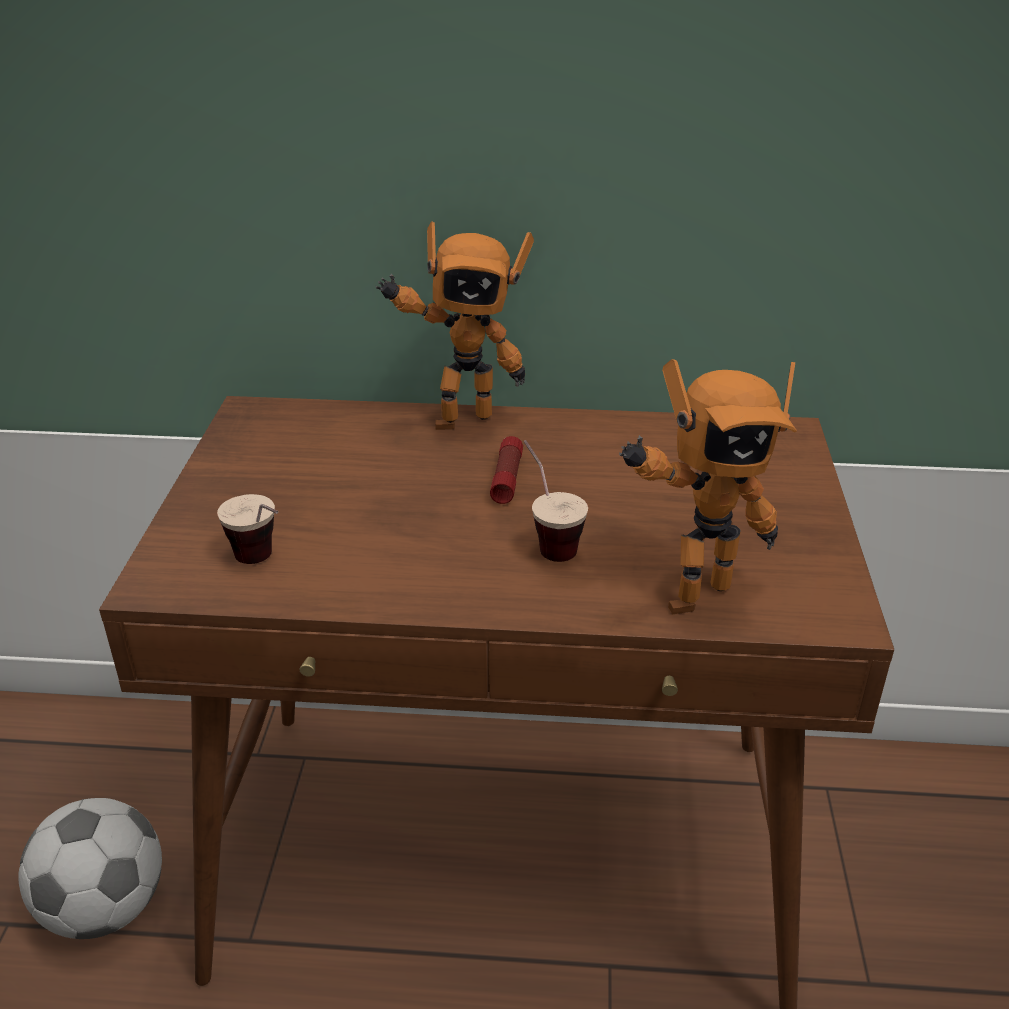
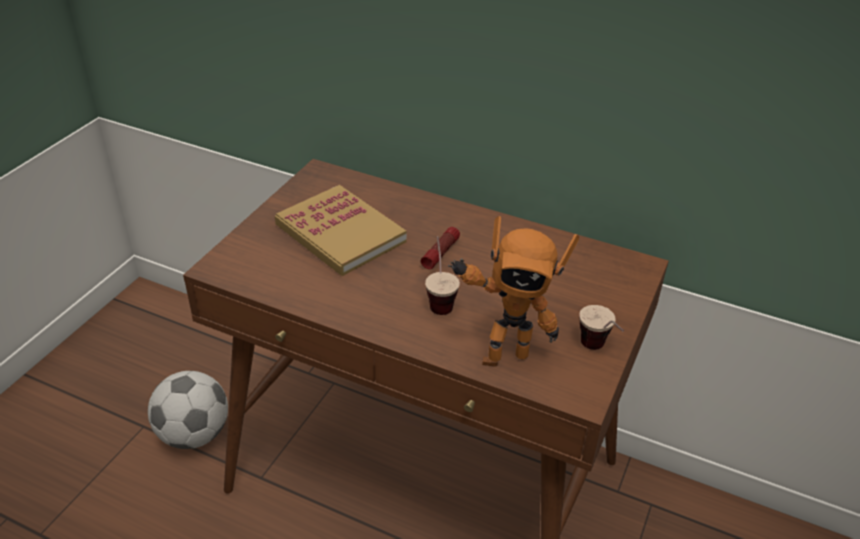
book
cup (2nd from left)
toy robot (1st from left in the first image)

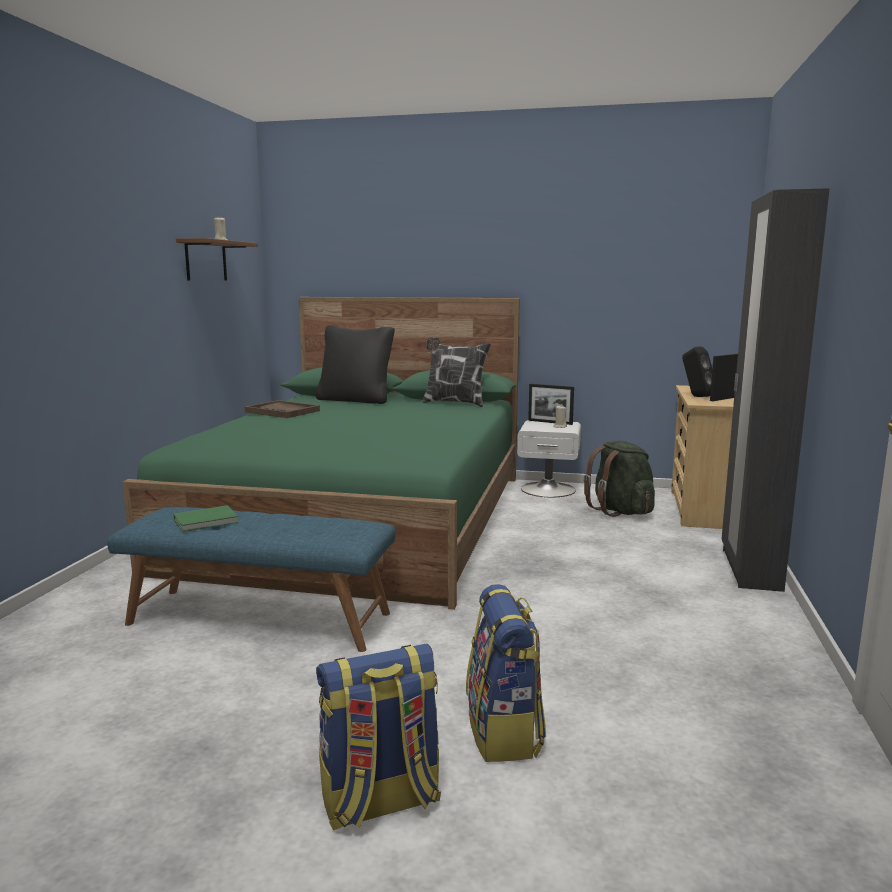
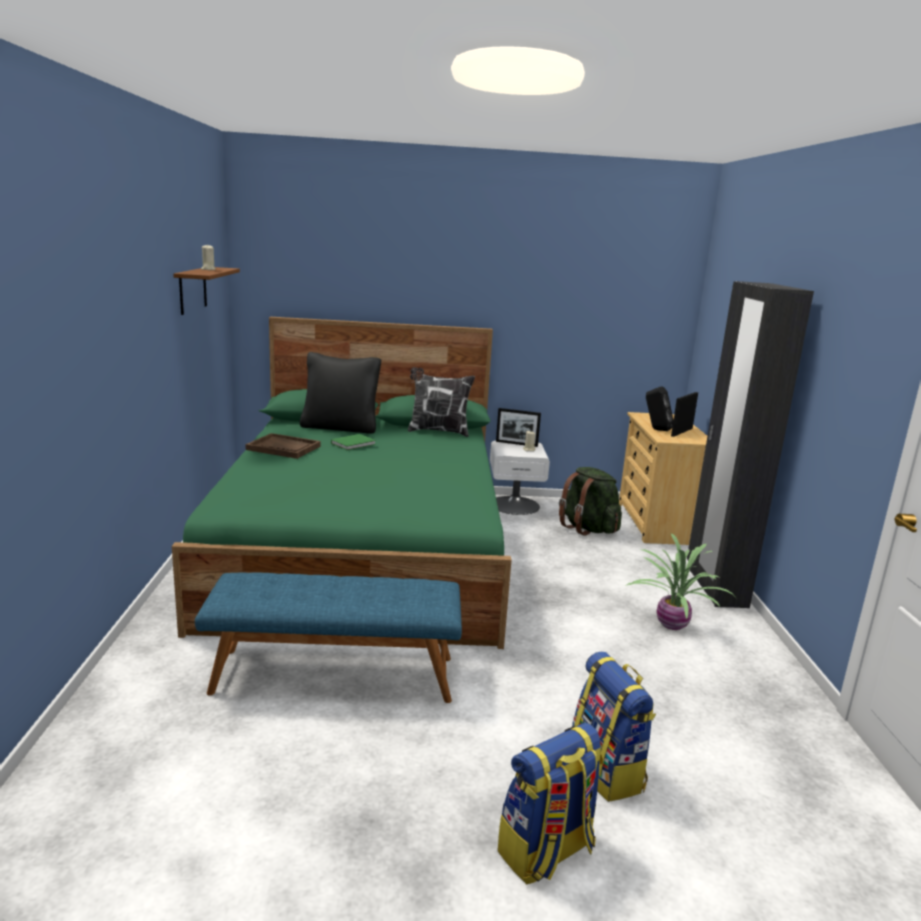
green book
potted plant

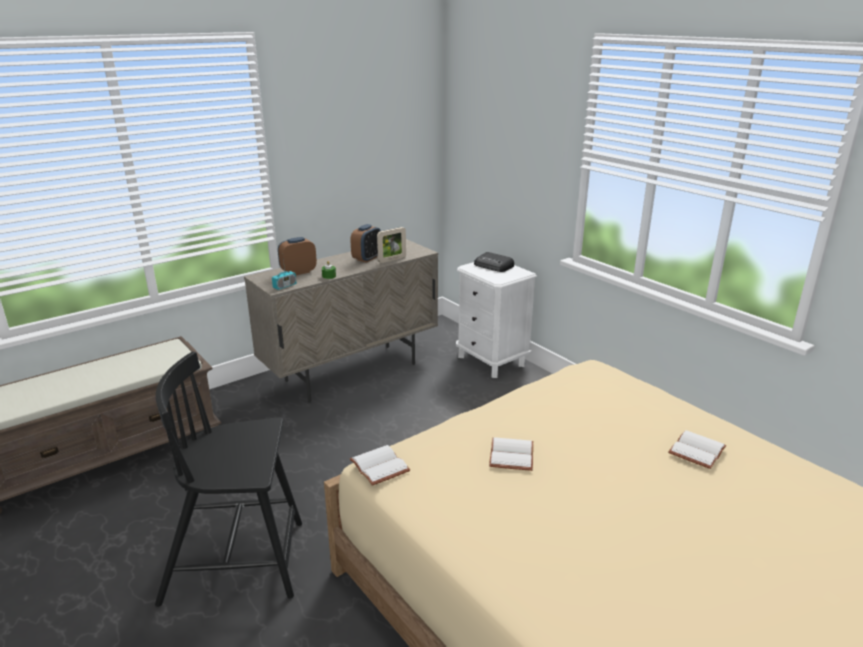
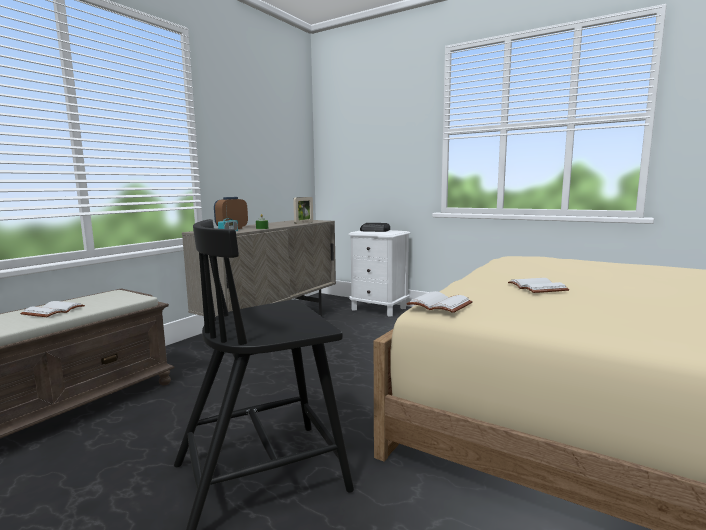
white book (1st from left)
alarm clock (2nd from left in the first image)

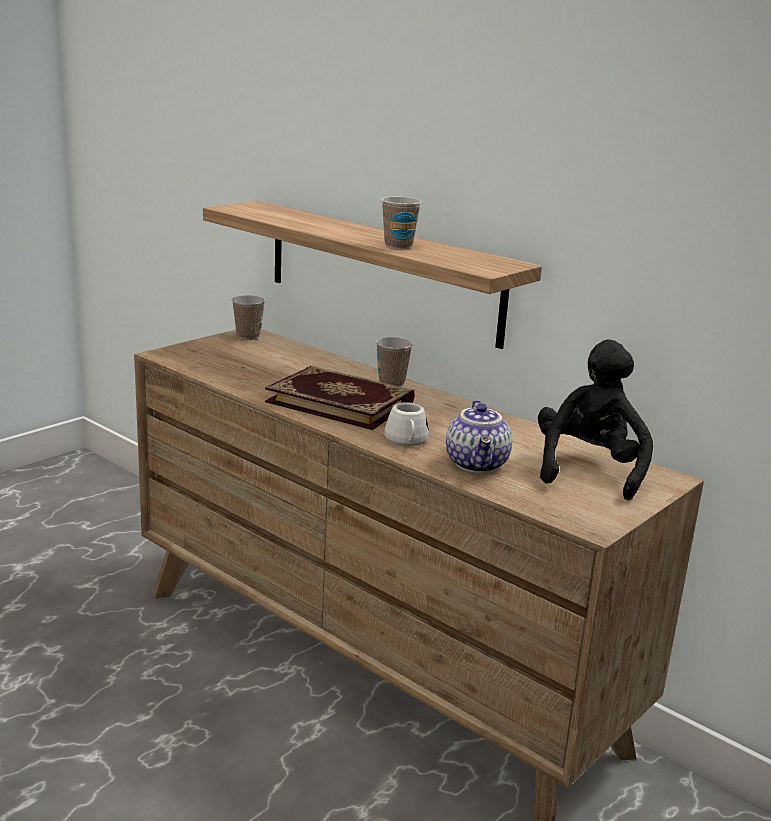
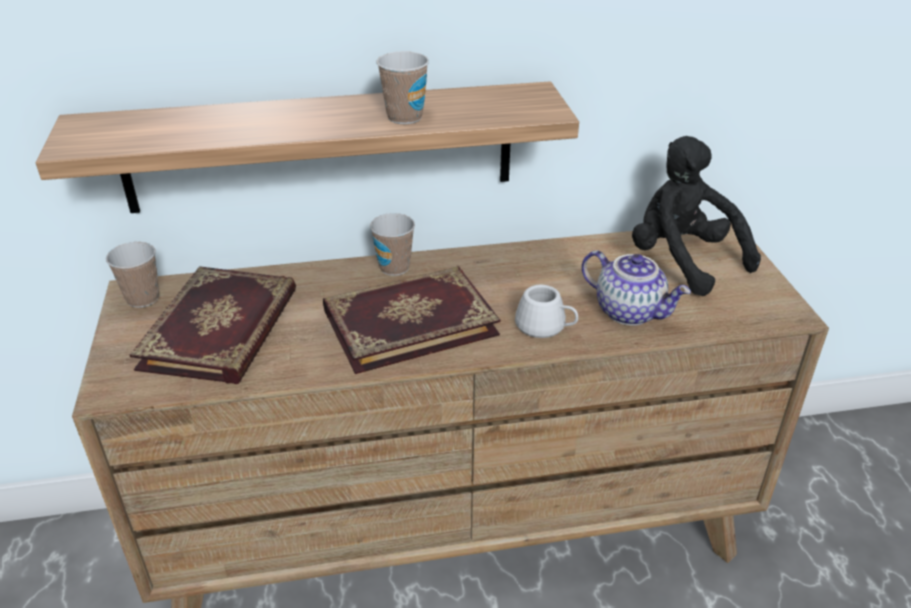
book (1st from left)

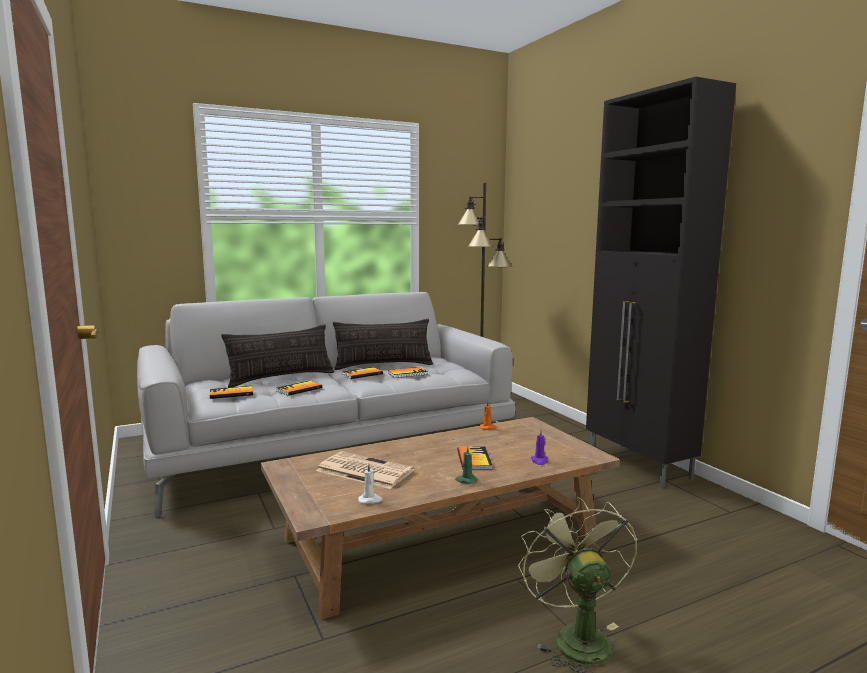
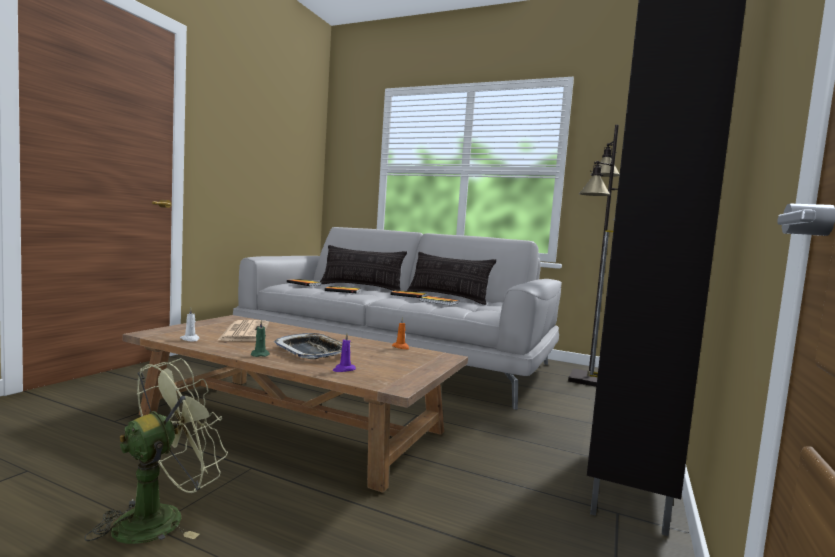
tray

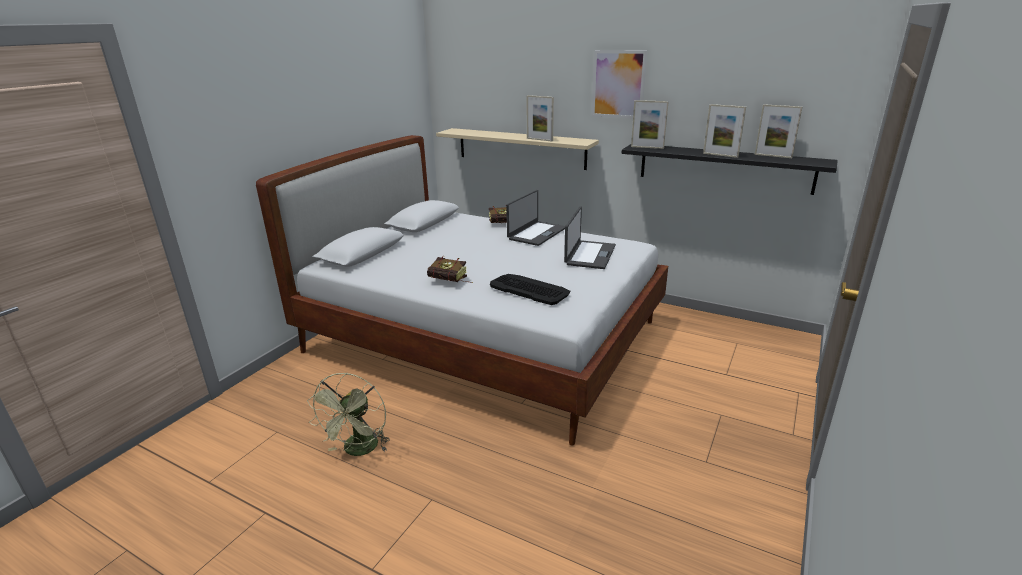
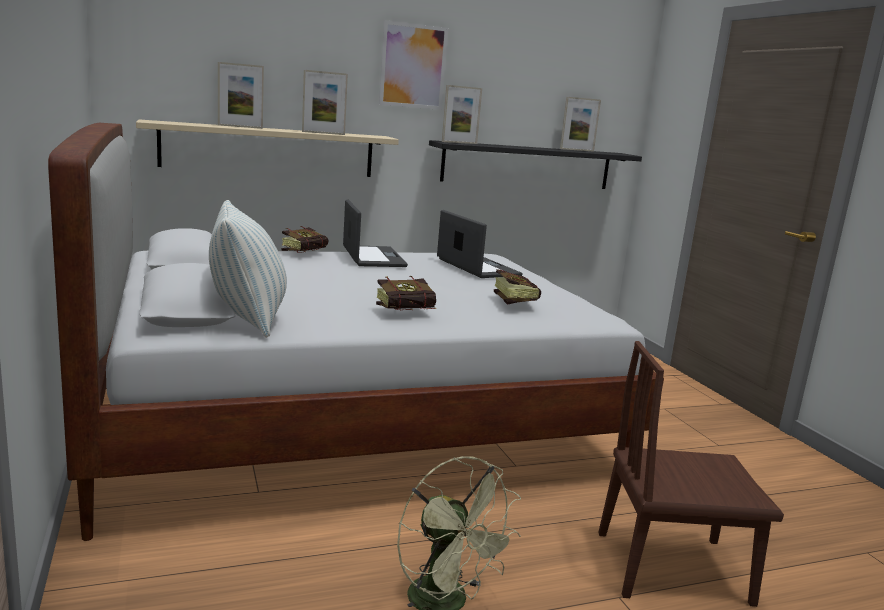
pillow
picture frame (1st from left)
book (3rd from left)
brown chair

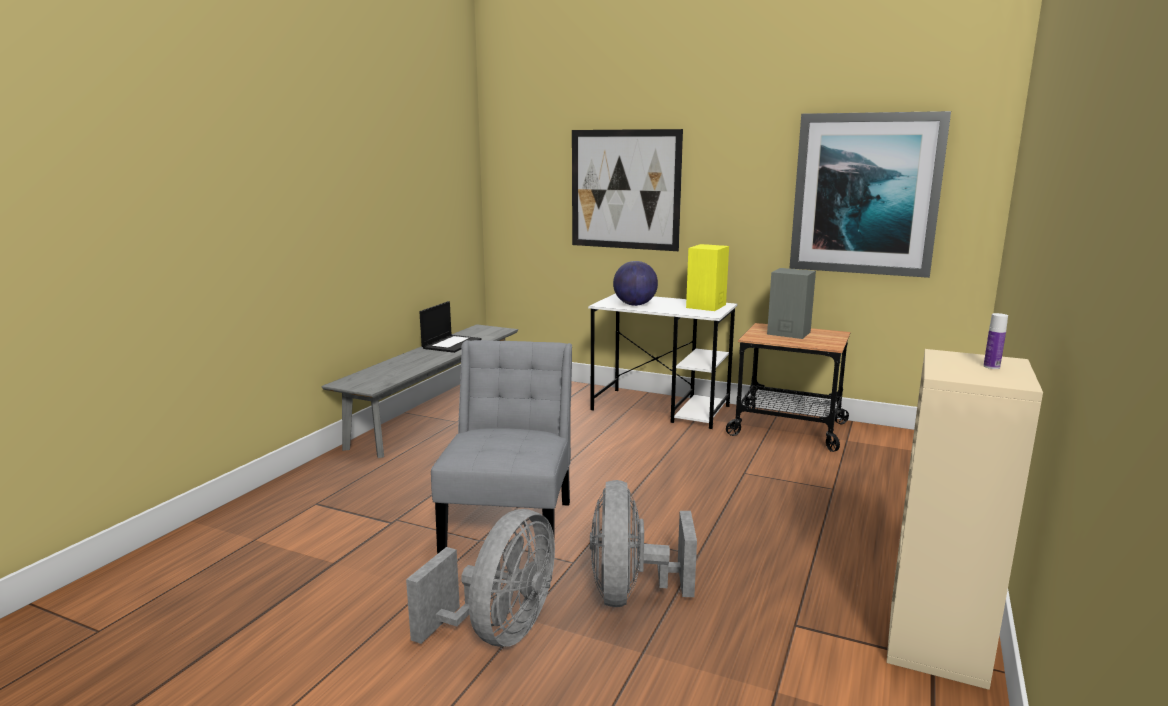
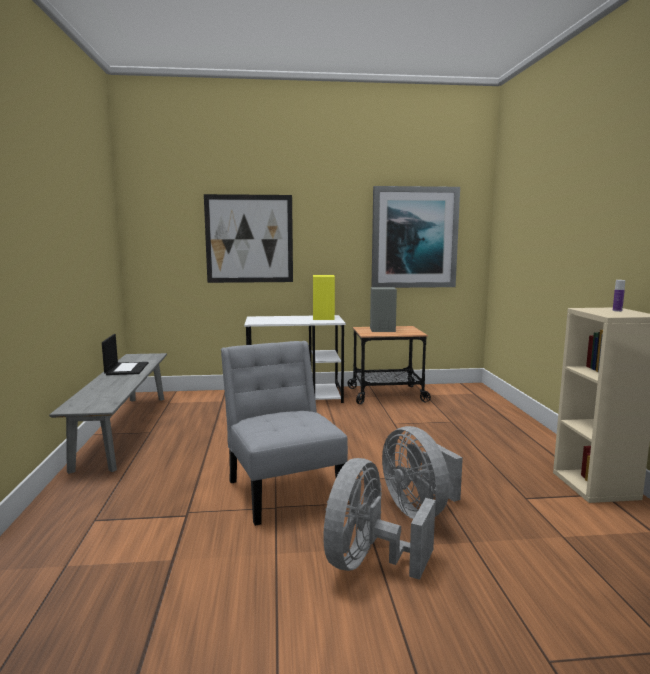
grey fan (1st from left)
globe

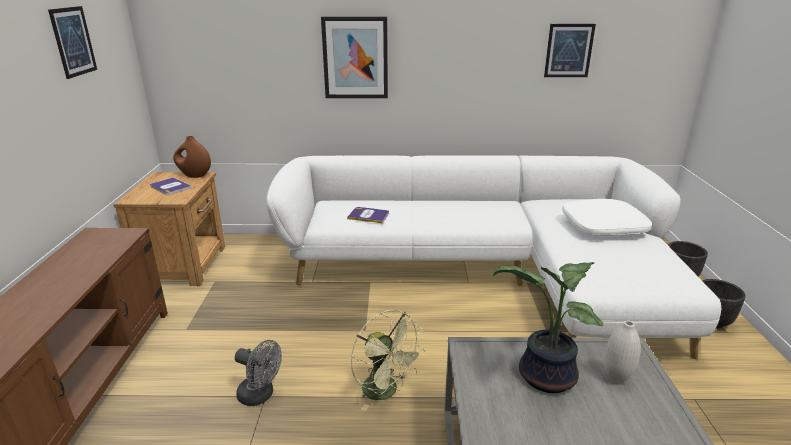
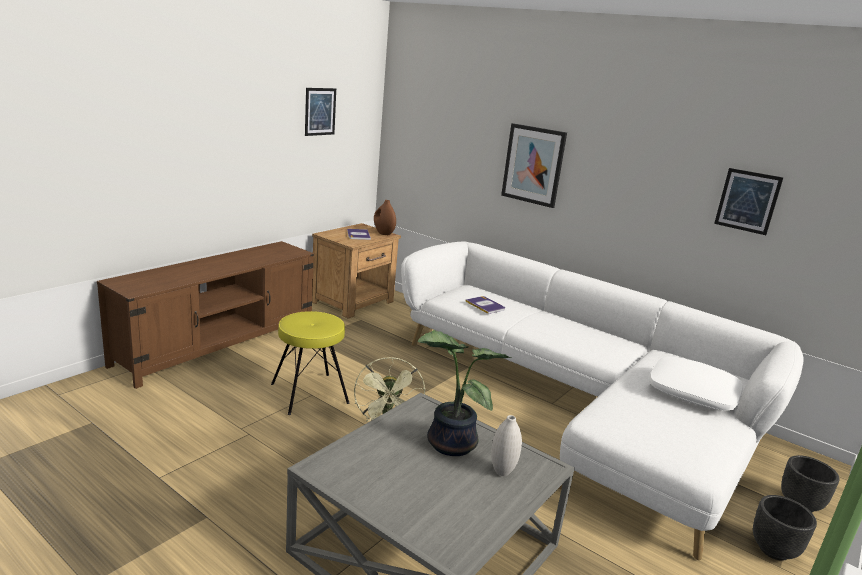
yellow stool

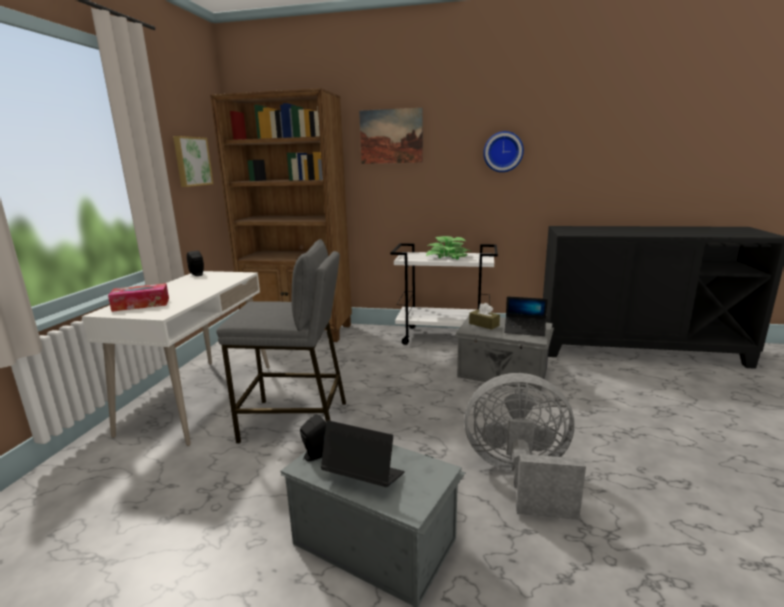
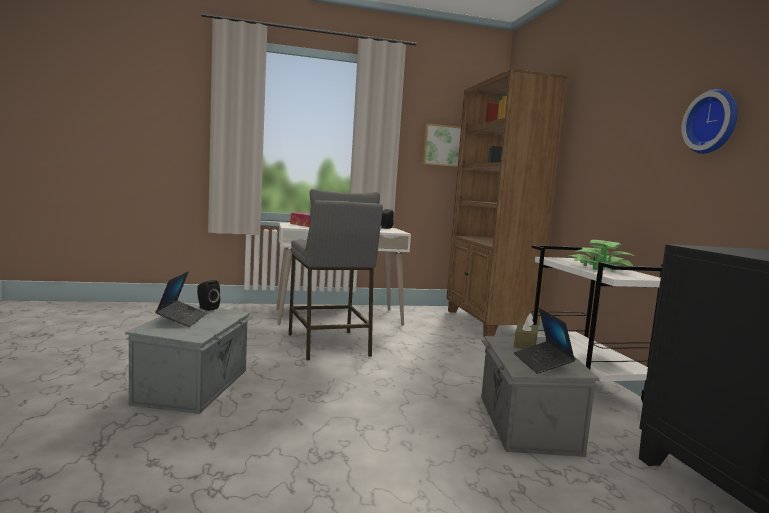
picture (2nd from left in the first image)
grey fan

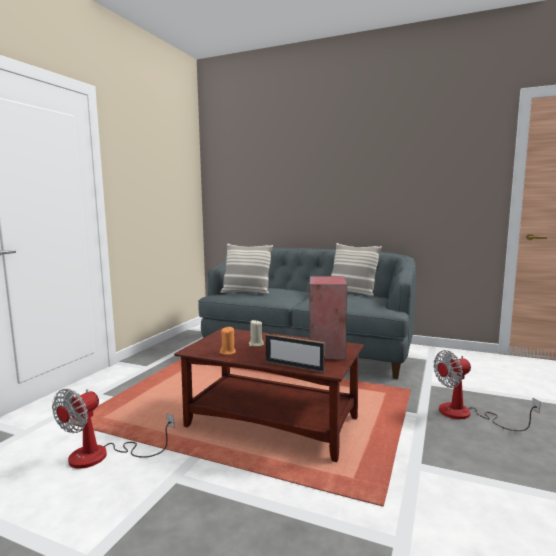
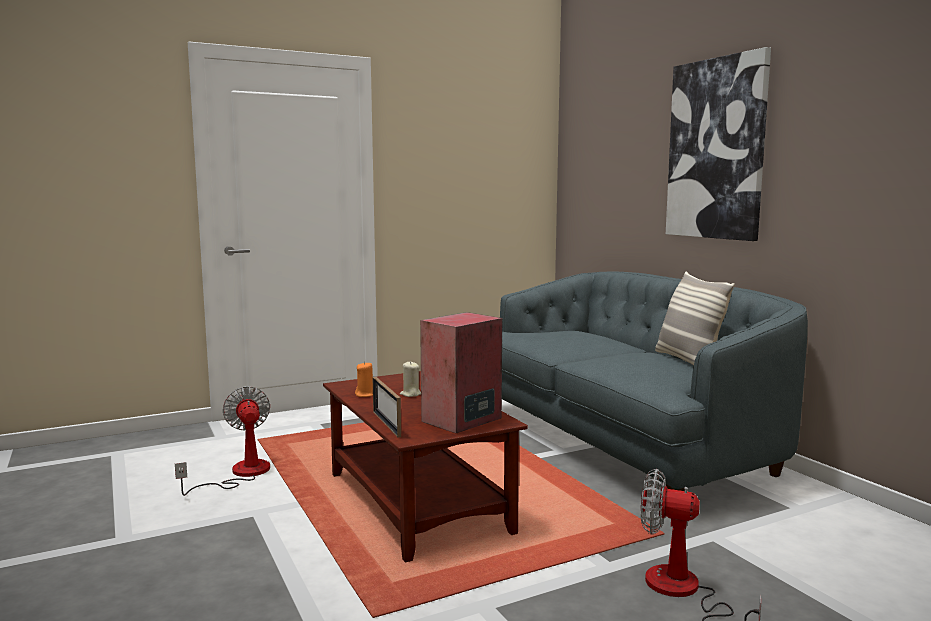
fan (1st from left)
picture
pillow (1st from left in the first image)

